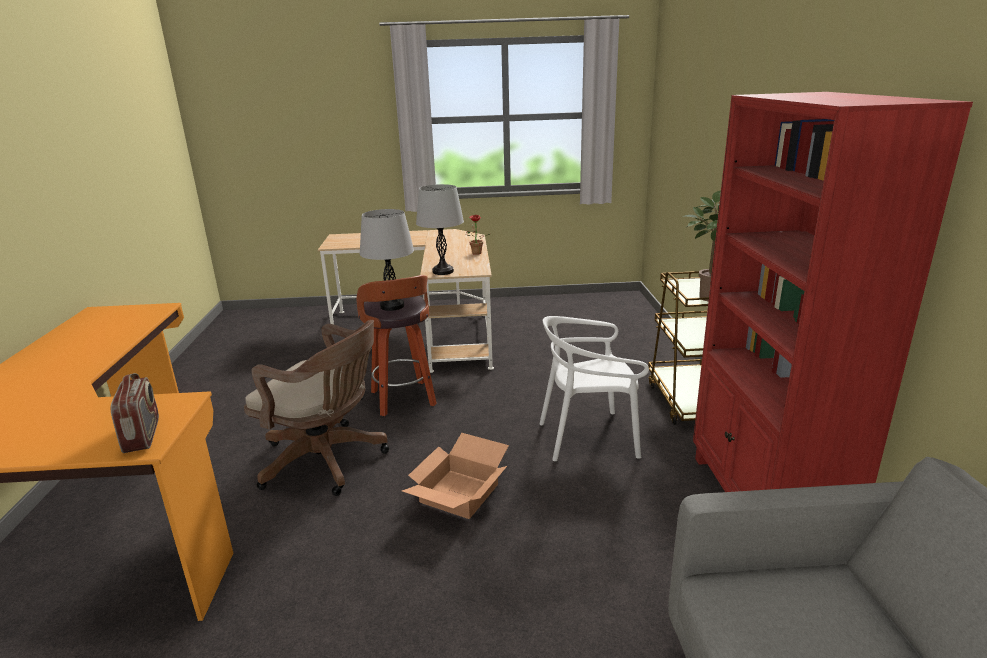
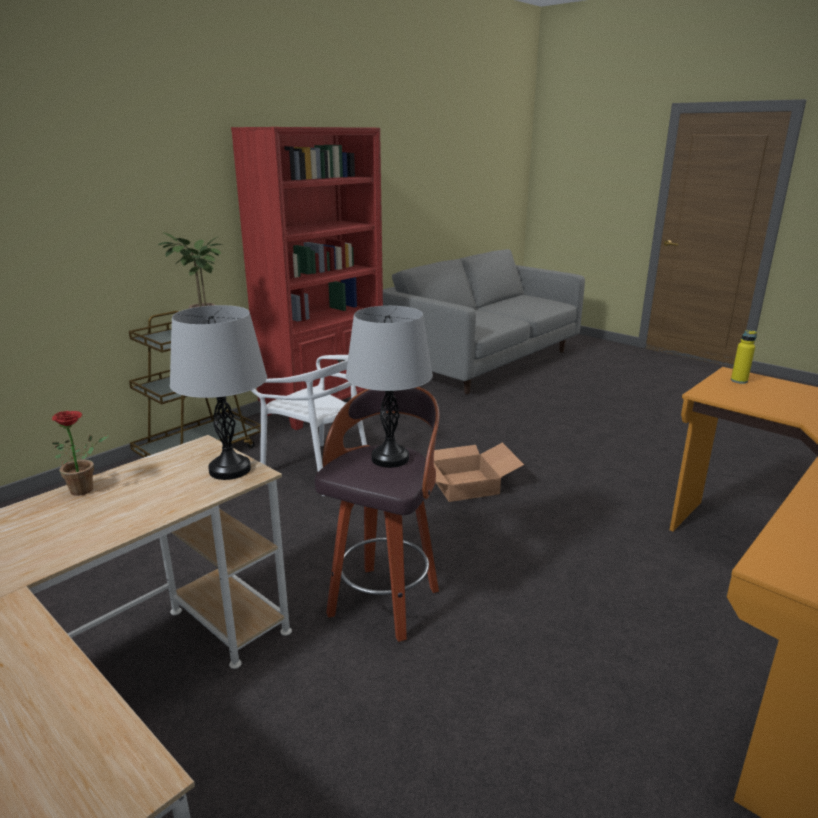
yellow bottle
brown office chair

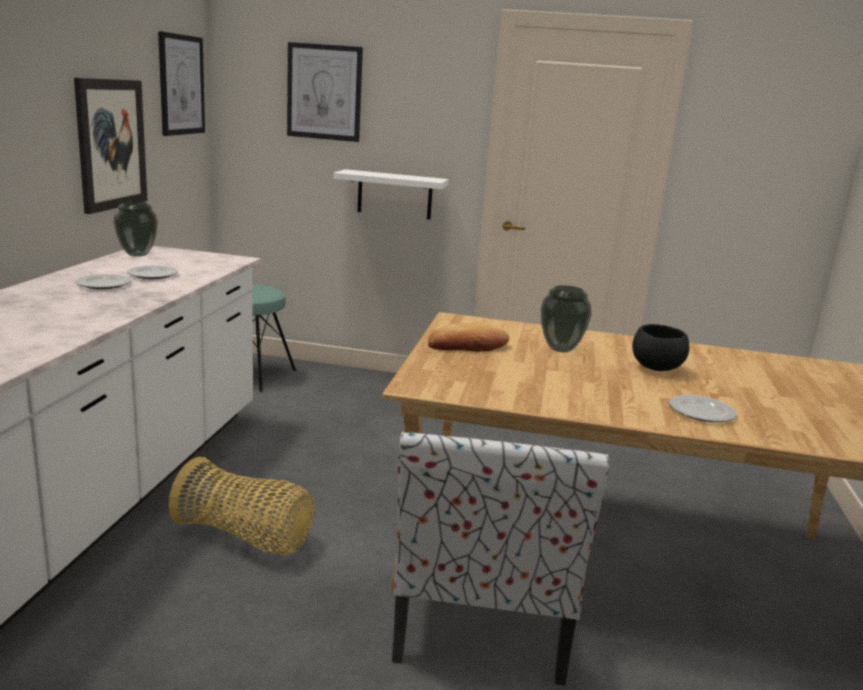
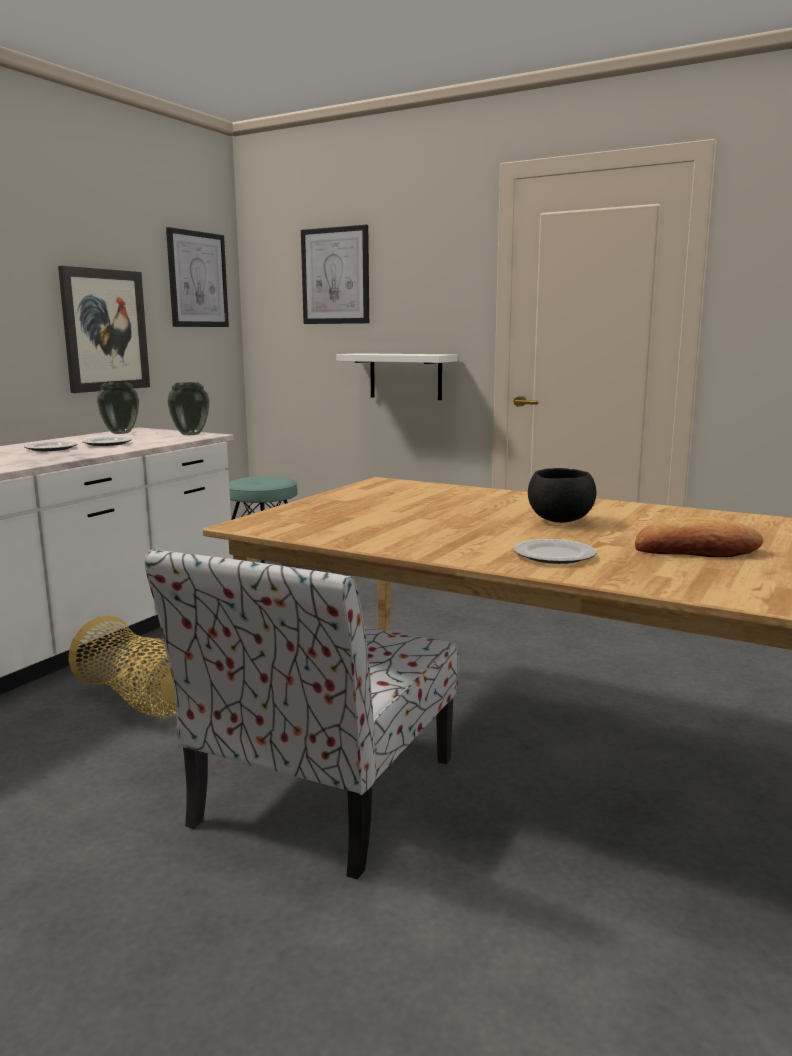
vase (2nd from left)
bread

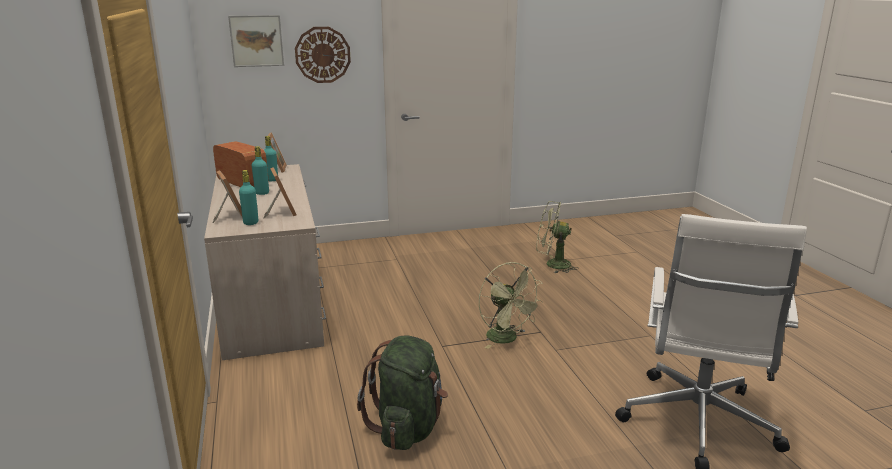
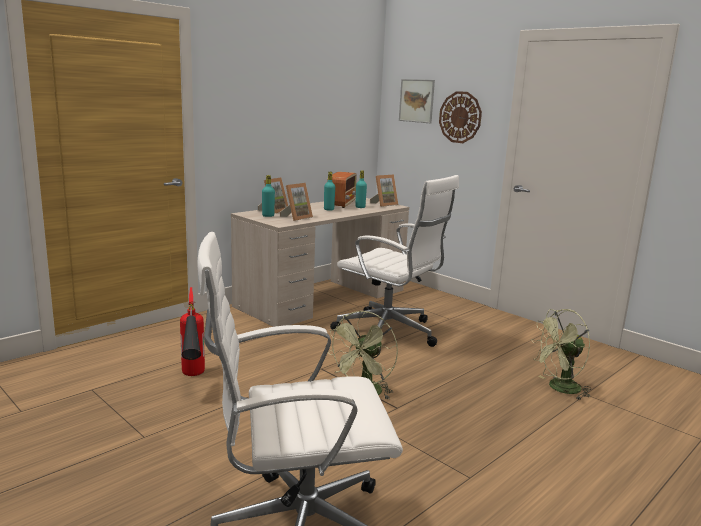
fire extinguisher
white office chair (2nd from left)
green fan (2nd from left)

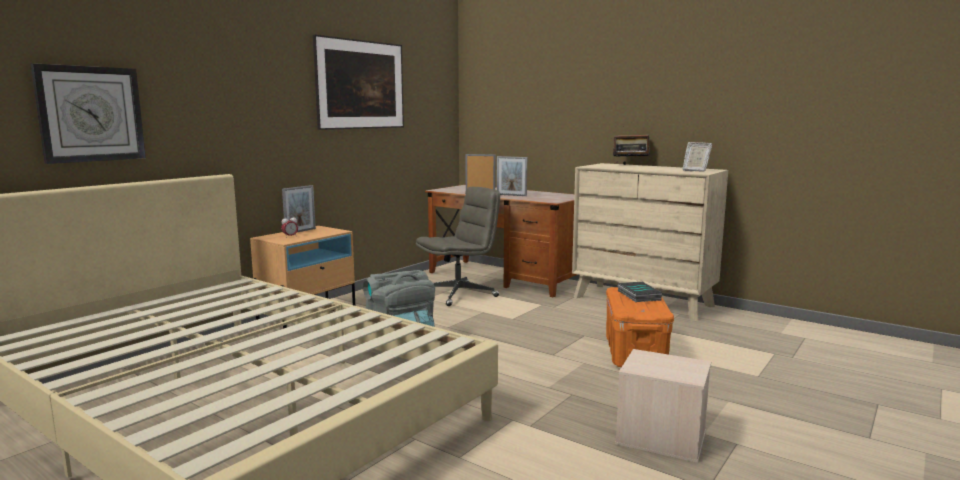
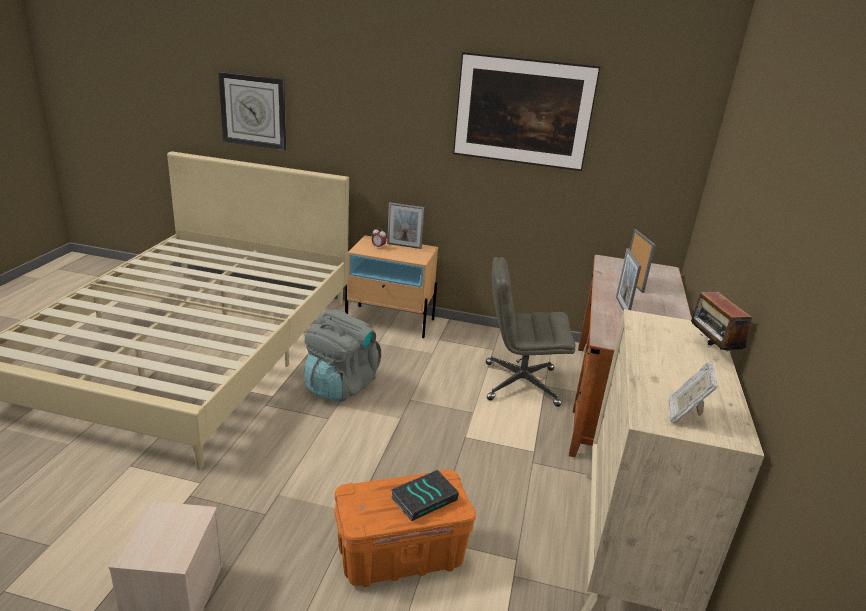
grey office chair

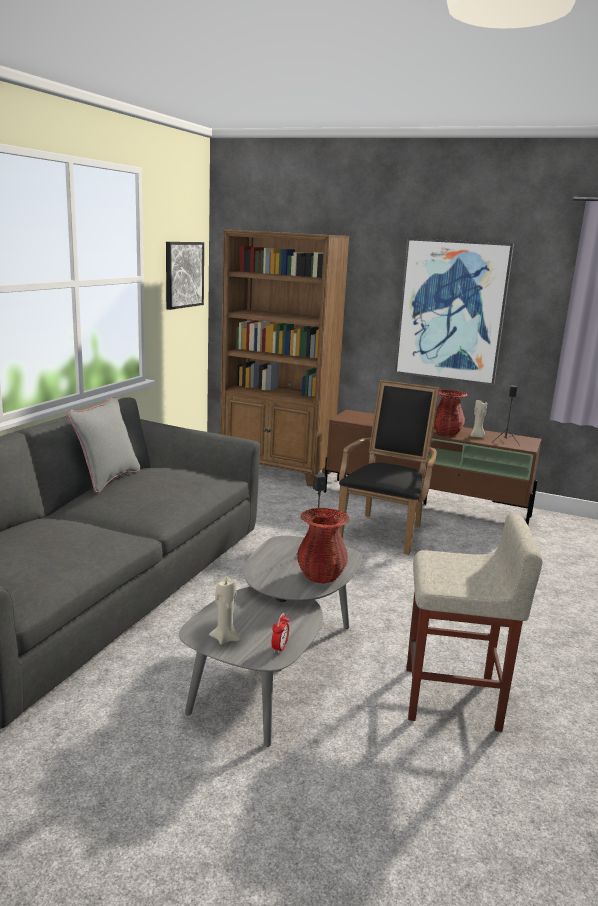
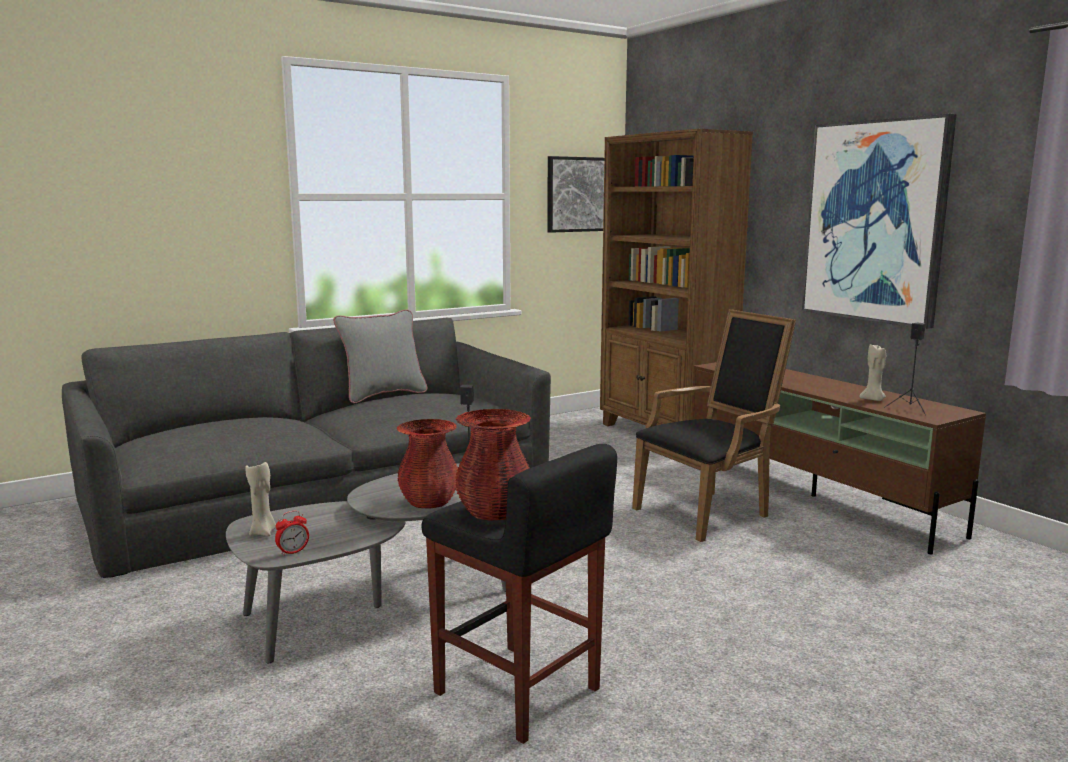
black stool
red vase (2nd from left)

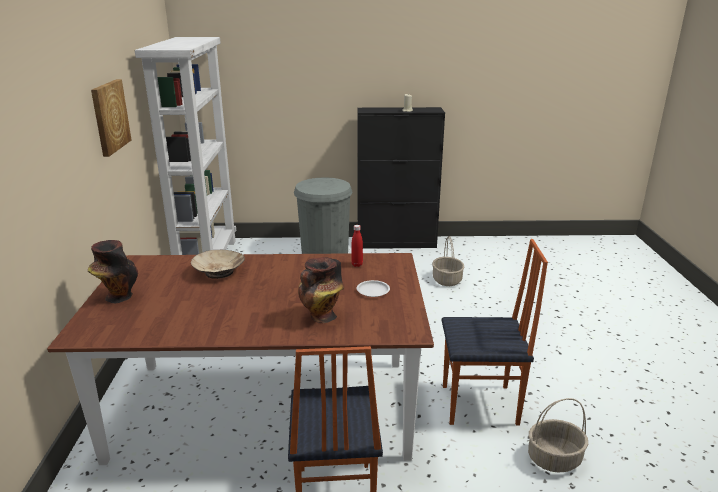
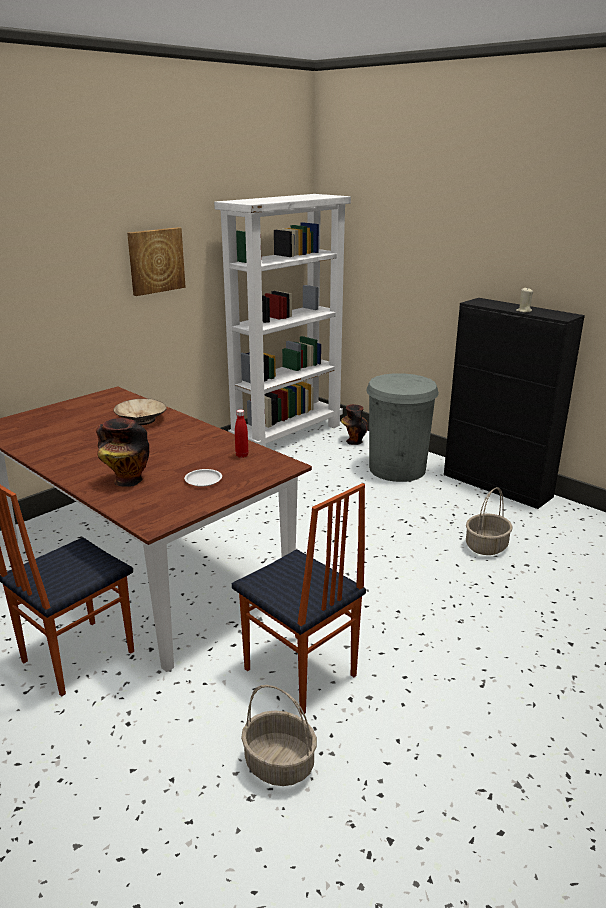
vase (2nd from left)

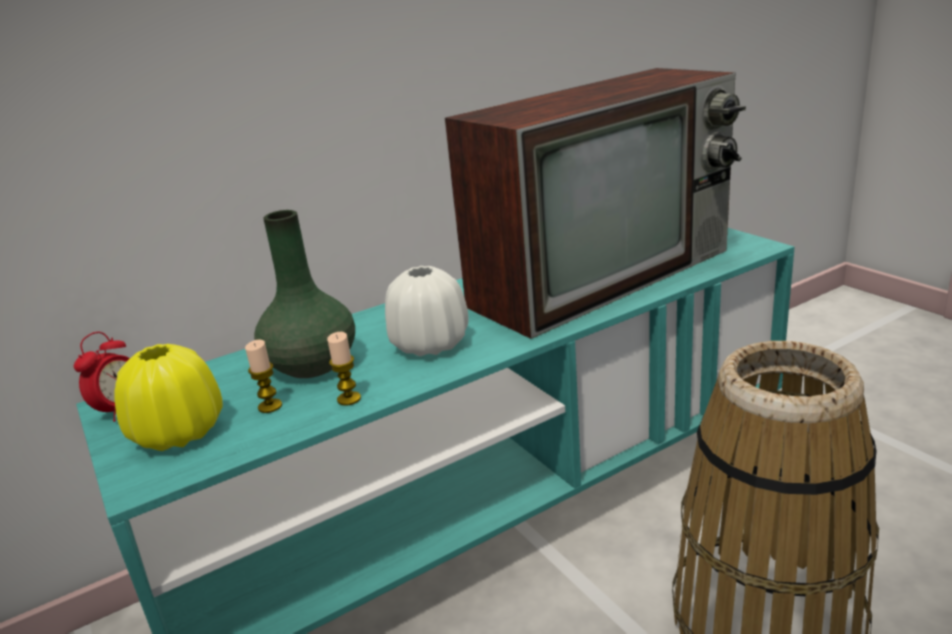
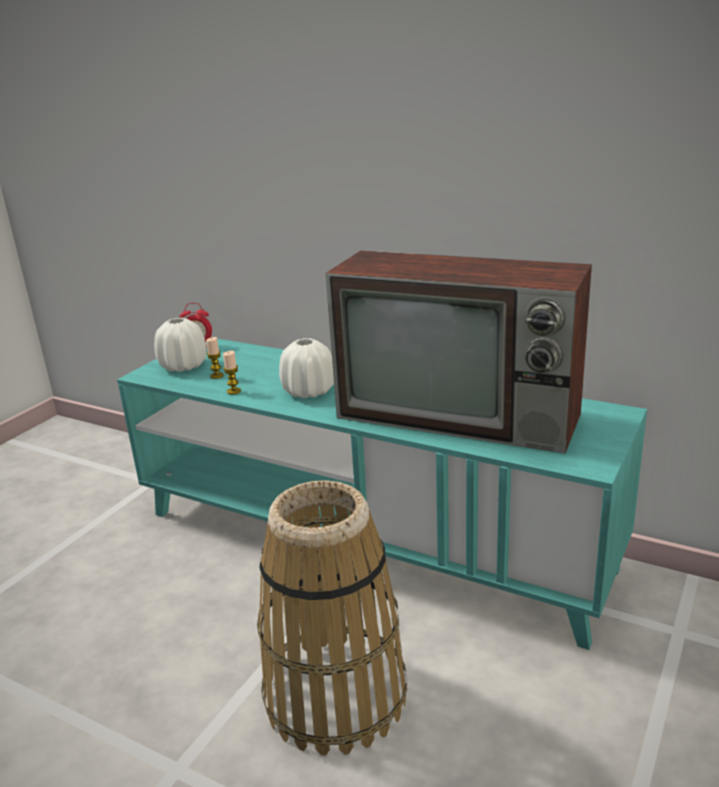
white vase (1st from left)
green vase

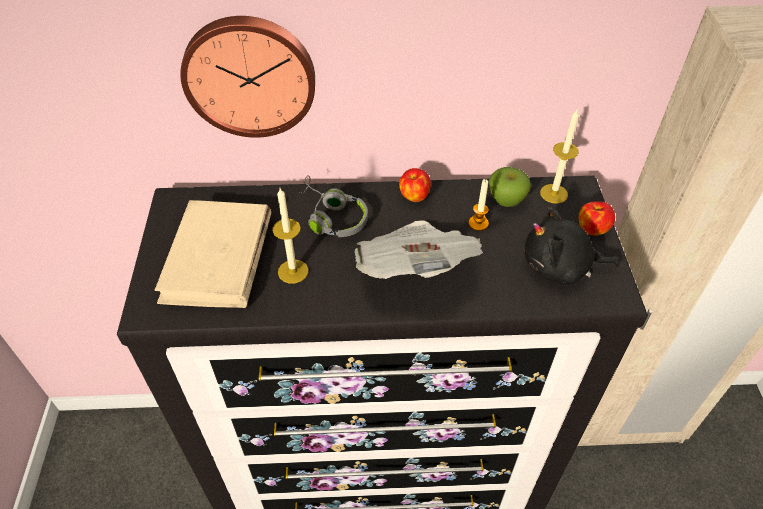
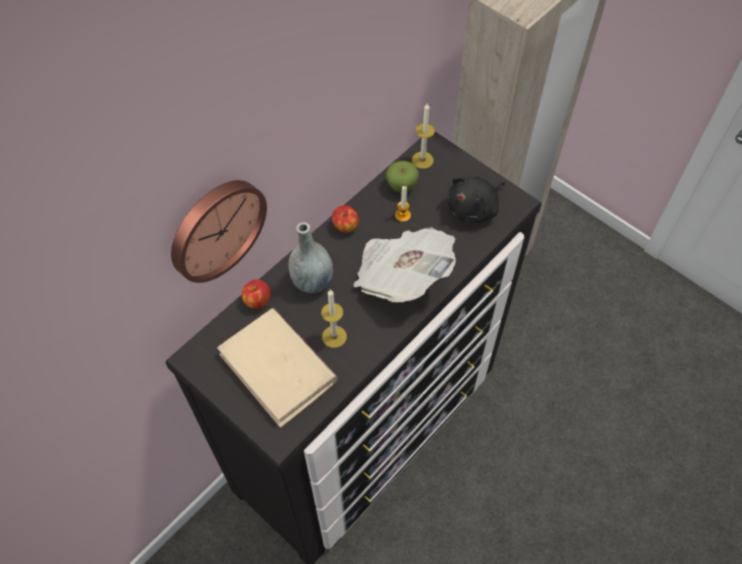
apple (1st from left)
grey vase

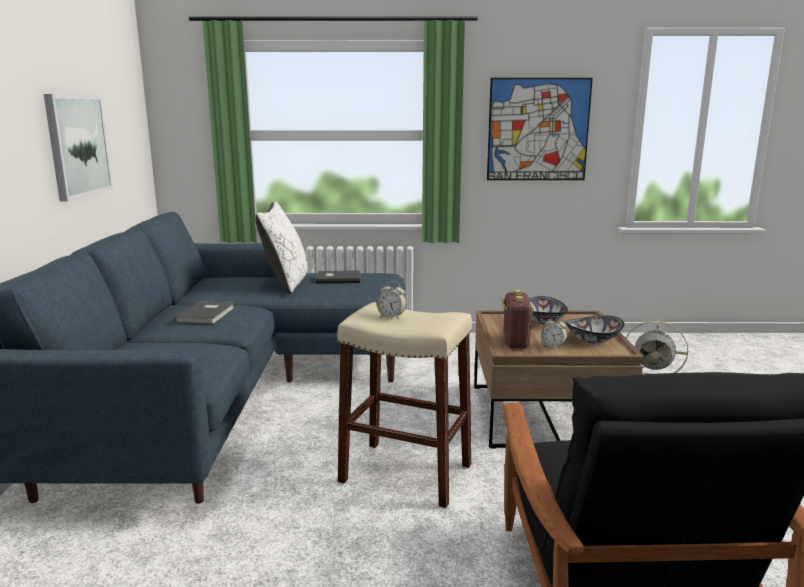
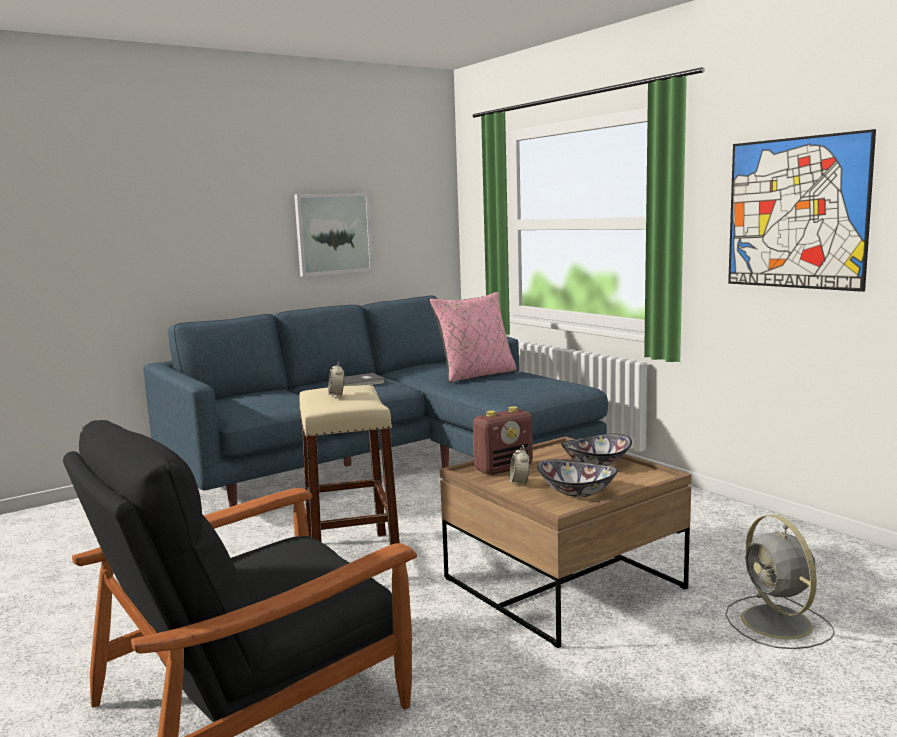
pink pillow
grey book (2nd from left in the first image)

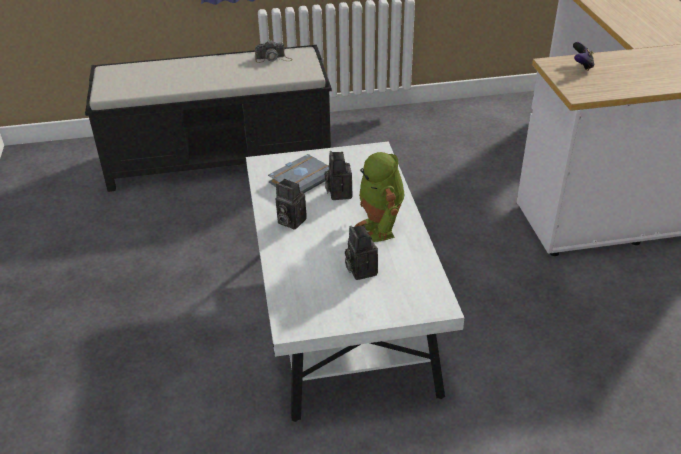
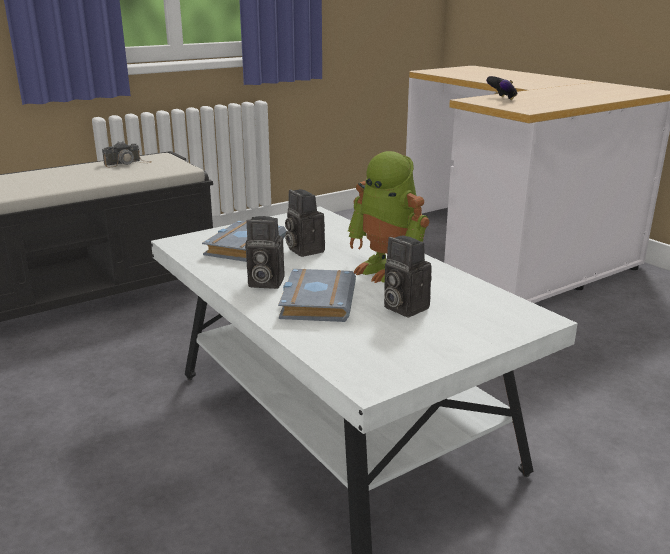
grey book (2nd from left)

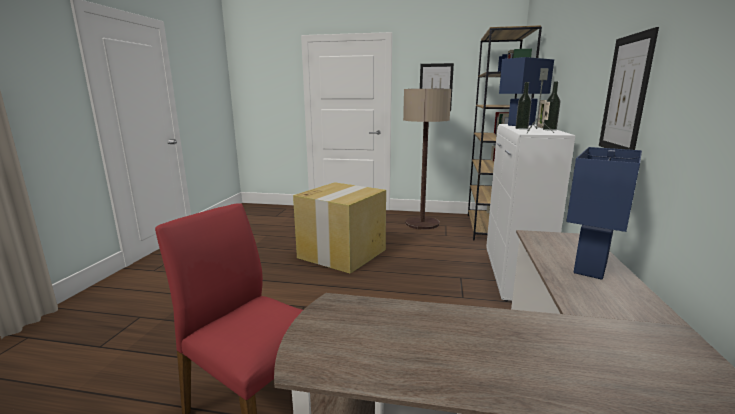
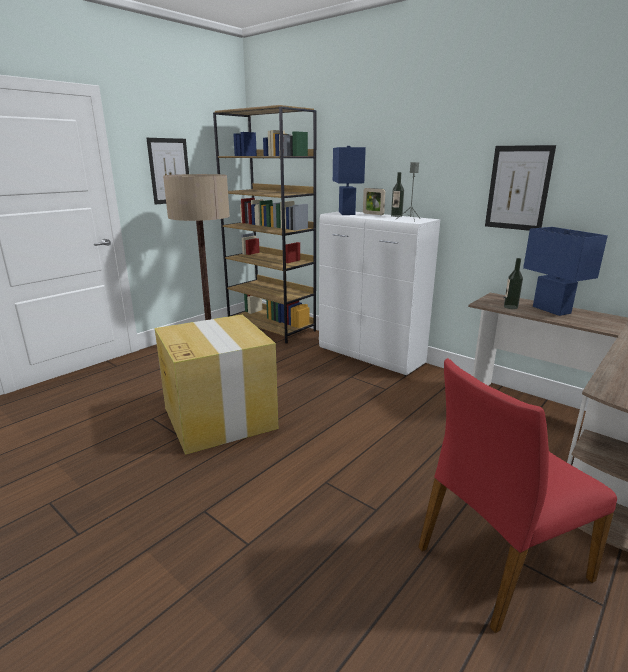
bottle (2nd from left)

